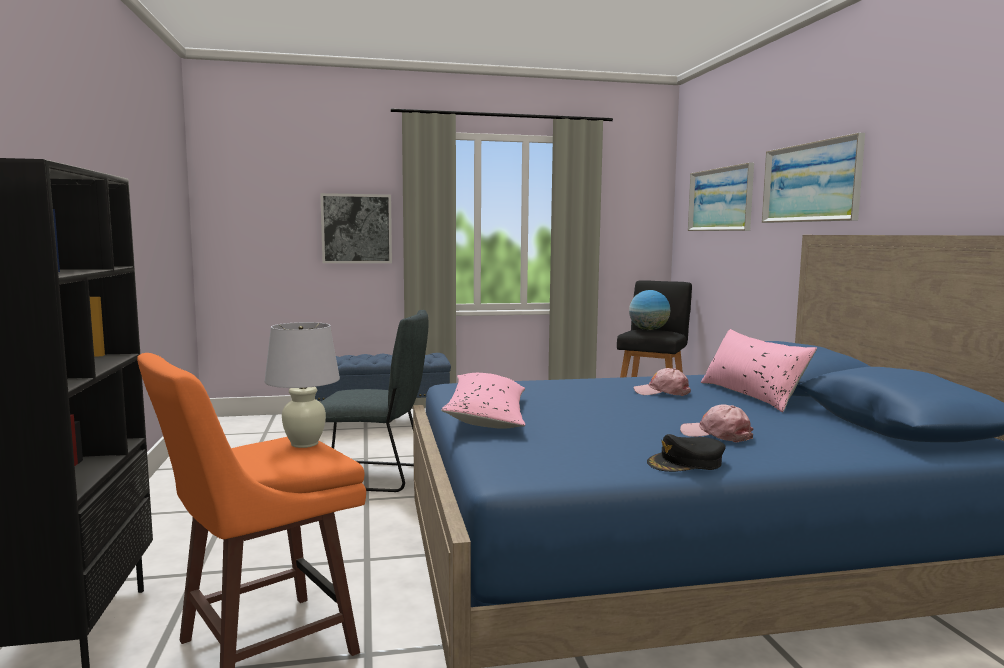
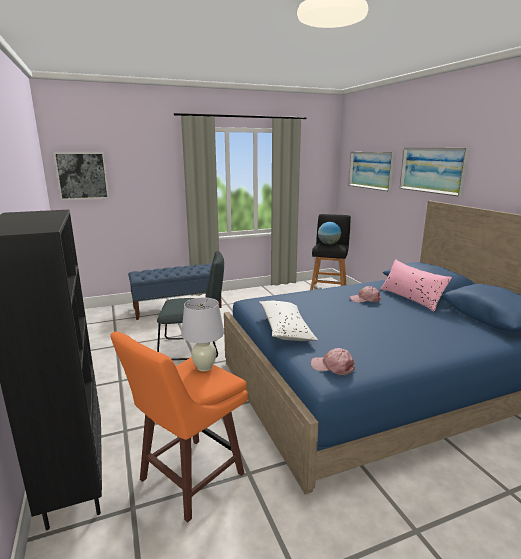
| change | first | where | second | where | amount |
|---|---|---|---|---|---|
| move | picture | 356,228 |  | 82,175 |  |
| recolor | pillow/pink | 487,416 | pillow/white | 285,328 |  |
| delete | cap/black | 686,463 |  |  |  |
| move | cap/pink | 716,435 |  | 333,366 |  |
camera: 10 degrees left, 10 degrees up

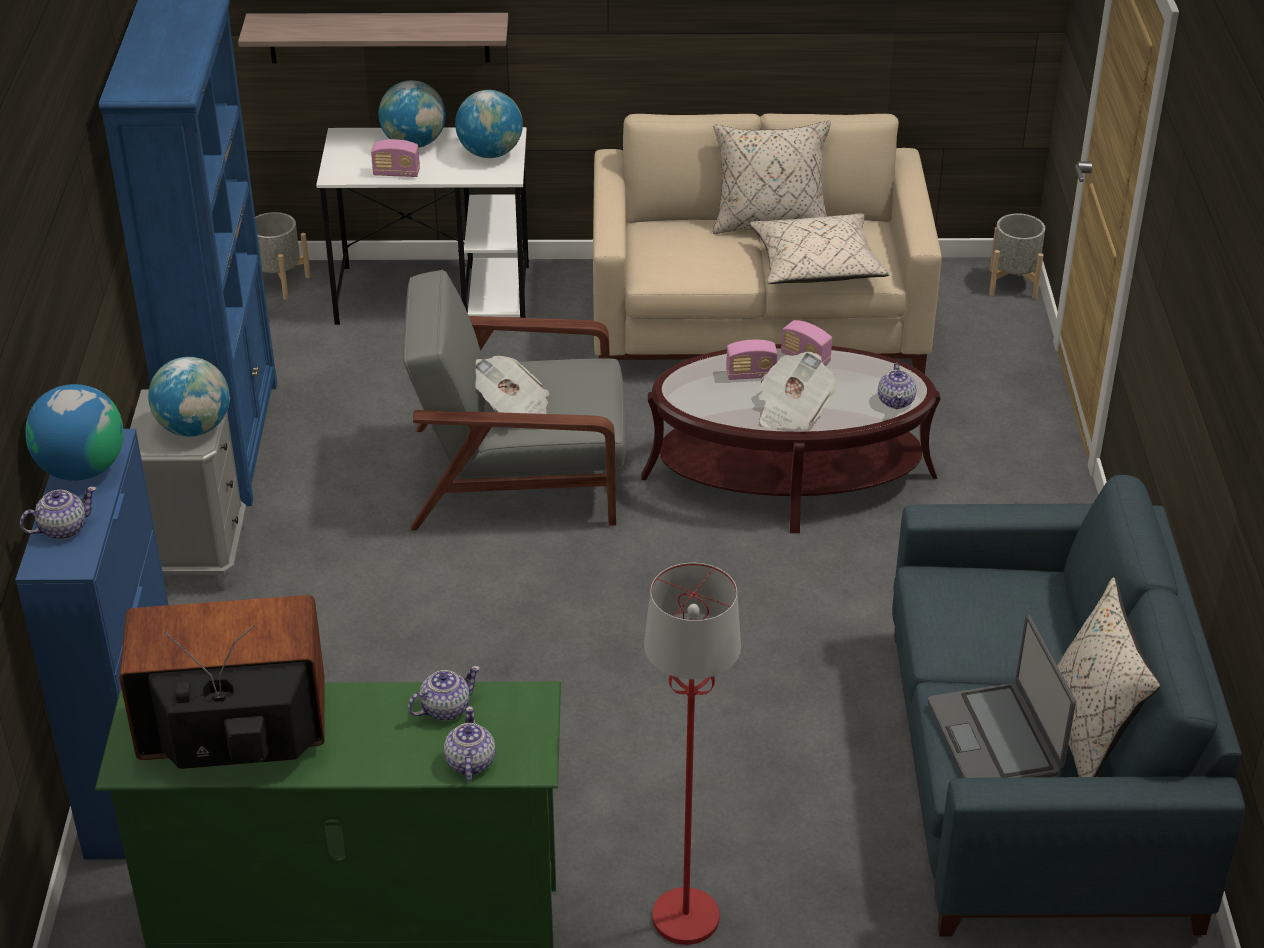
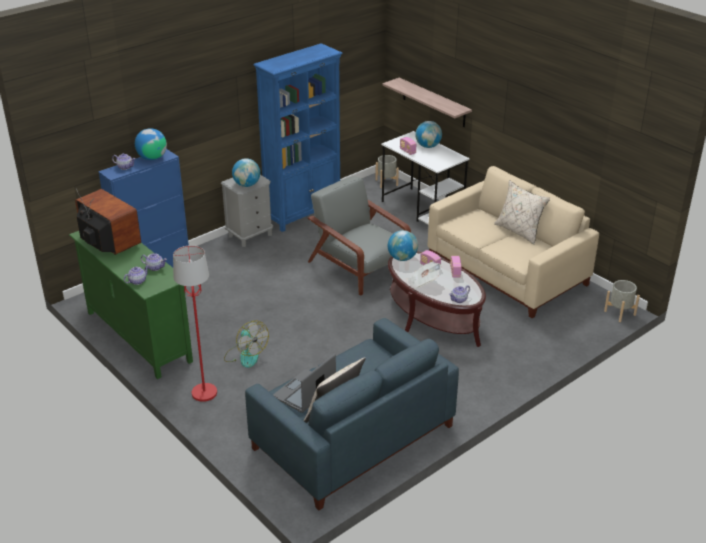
| change | first | where | second | where | amount |
|---|---|---|---|---|---|
| move | globe | 490,153 |  | 402,258 |  |
| delete | newspaper | 513,407 |  |  |  |
| delete | pillow/beige | 816,265 |  |  |  |
| insert |  |  | fan | 245,355 |  |
camera: 50 degrees right, 5 degrees down

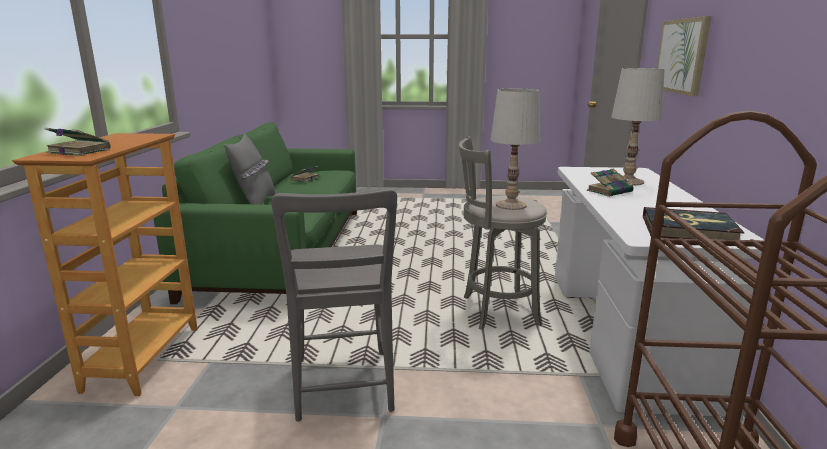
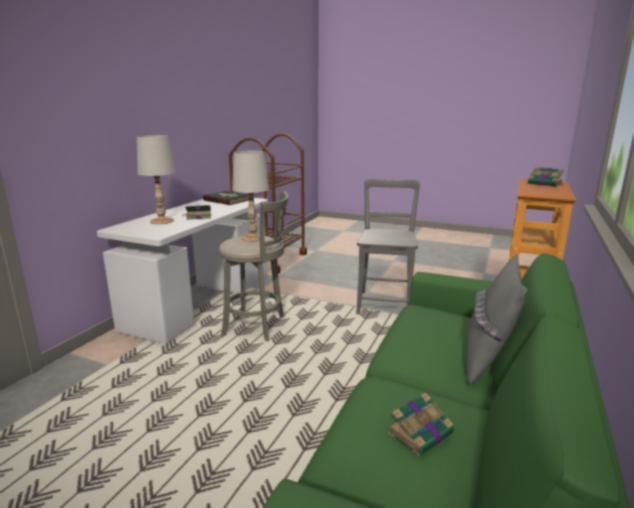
| change | first | where | second | where | amount |
|---|---|---|---|---|---|
| delete | picture | 682,56 |  |  |  |
camera: 160 degrees left, 0 degrees up

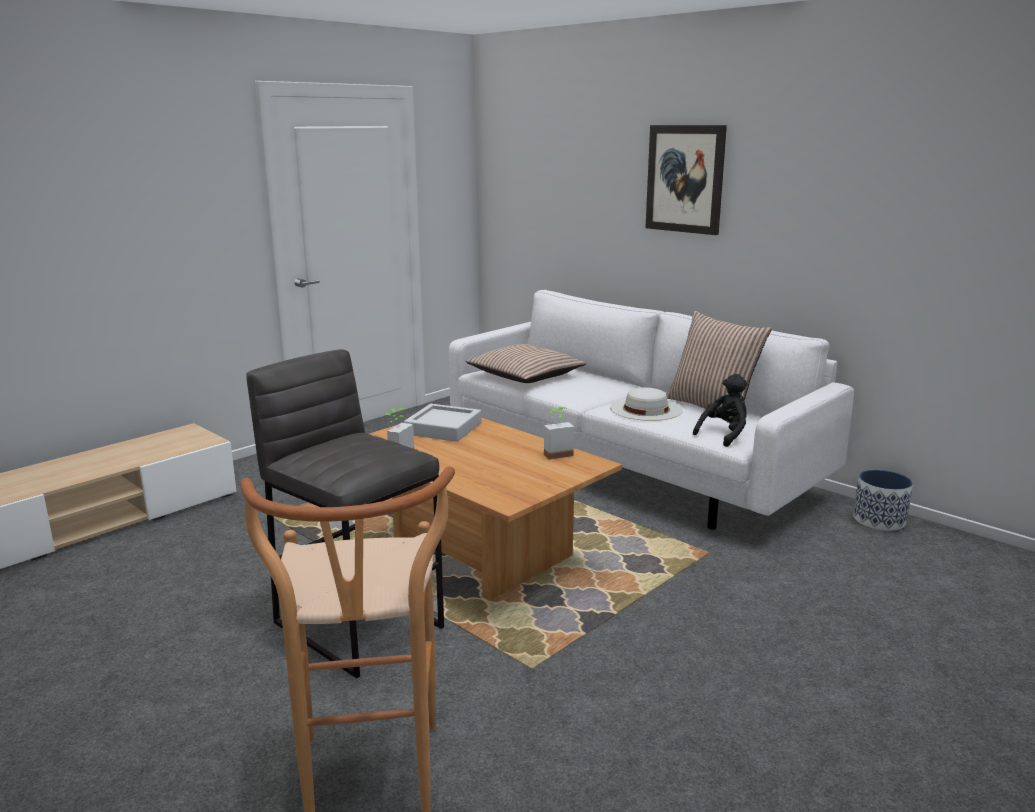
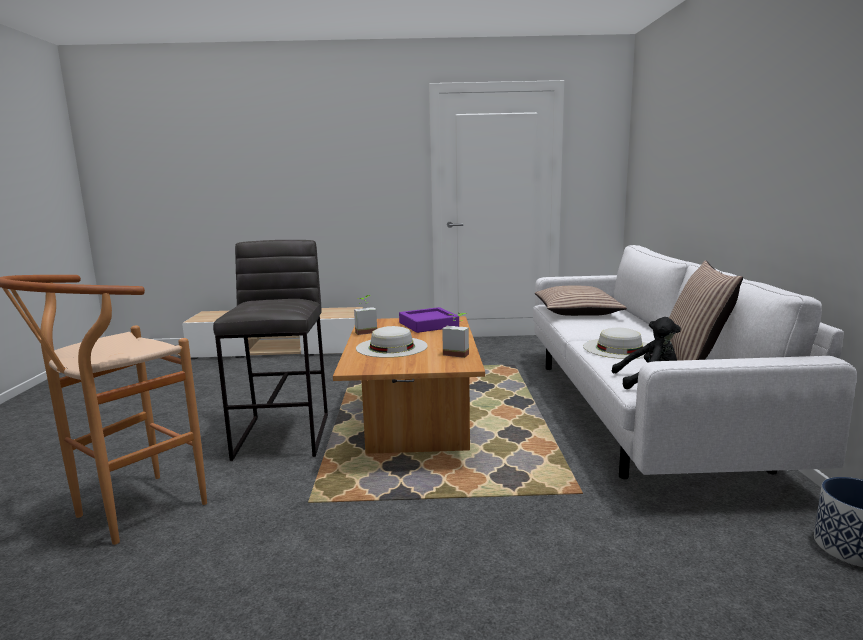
| change | first | where | second | where | amount |
|---|---|---|---|---|---|
| recolor | tray/grey | 443,428 | tray/purple | 428,325 |  |
| delete | picture | 685,179 |  |  |  |
| insert |  |  | hat/white | 391,347 |  |
camera: 45 degrees right, 5 degrees down

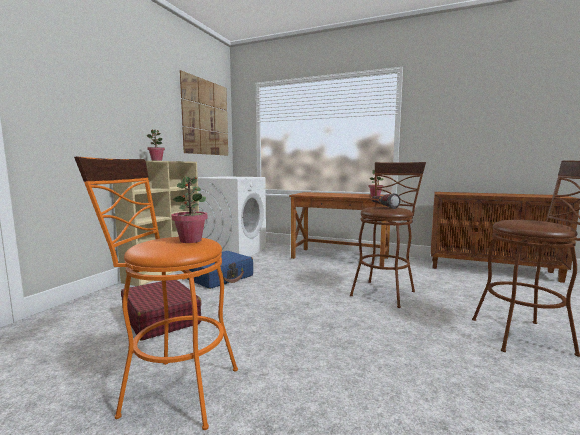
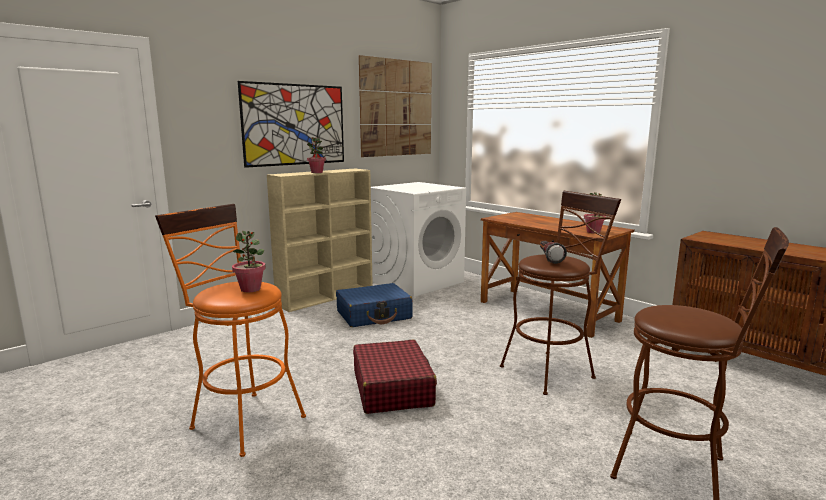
| change | first | where | second | where | amount |
|---|---|---|---|---|---|
| move | suitcase/red | 161,318 |  | 392,388 |  |
| insert |  |  | picture | 295,124 |  |
camera: 25 degrees right, 5 degrees up

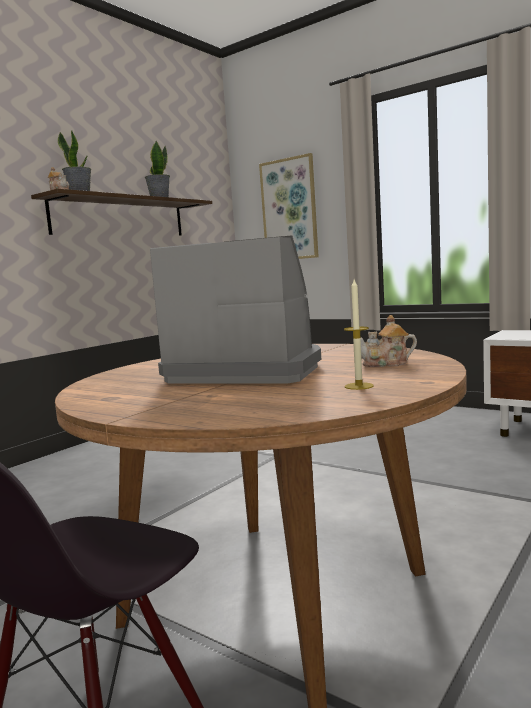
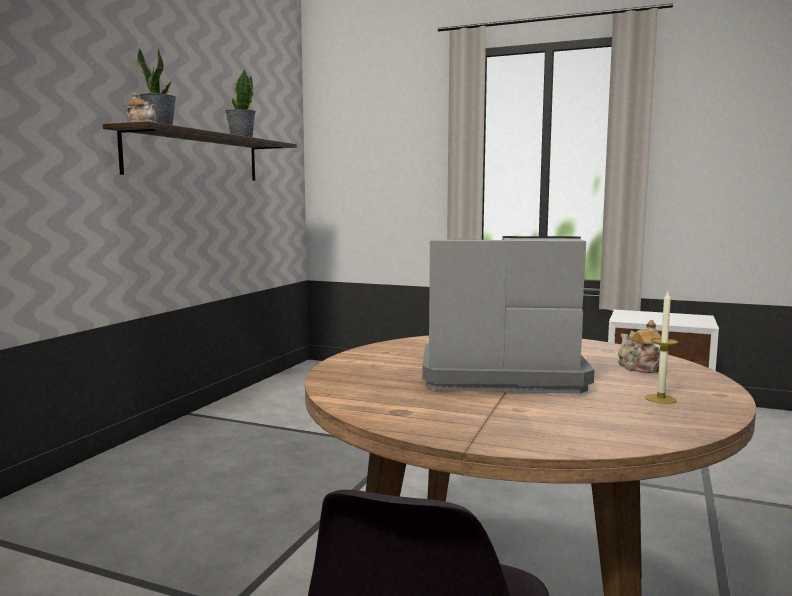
| change | first | where | second | where | amount |
|---|---|---|---|---|---|
| delete | picture | 289,209 |  |  |  |
| rotate | teapot | 386,364 |  | 638,368 | 90 degrees clockwise |
camera: 15 degrees left, 0 degrees up

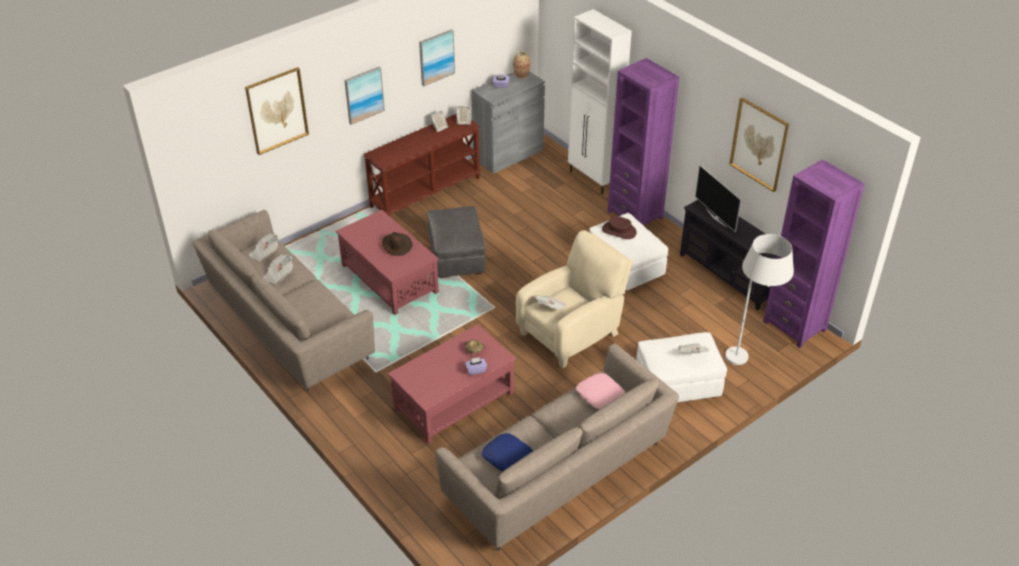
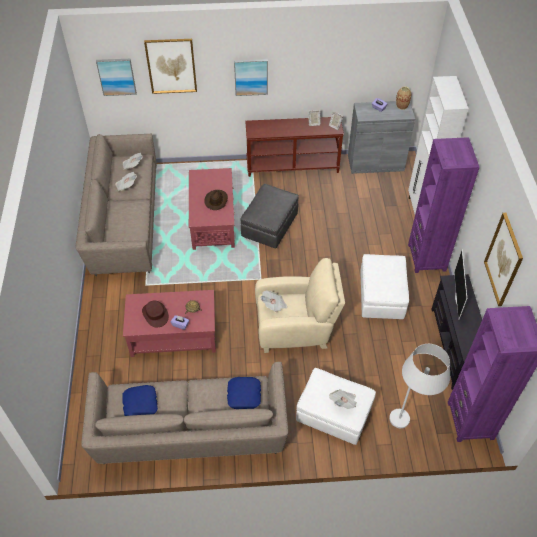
| change | first | where | second | where | amount |
|---|---|---|---|---|---|
| move | picture | 436,57 |  | 116,76 |  |
| recolor | pillow/pink | 599,395 | pillow/blue | 243,395 |  |
| move | hat/brown | 619,231 |  | 155,314 |  |
camera: 35 degrees right, 10 degrees up

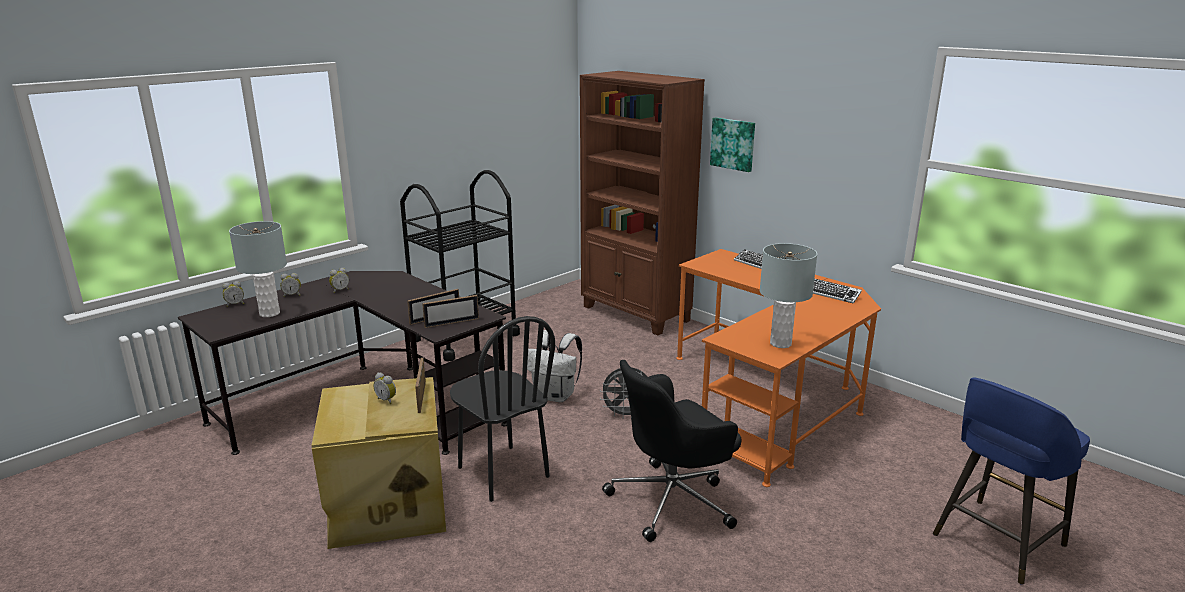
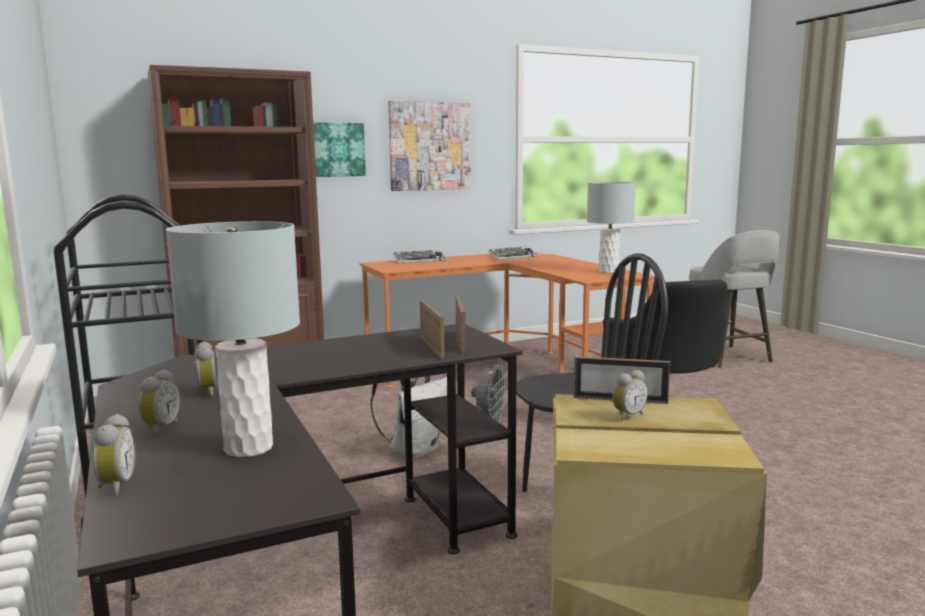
| change | first | where | second | where | amount |
|---|---|---|---|---|---|
| recolor | stool/blue | 996,541 | stool/grey | 727,357 |  |
| insert |  |  | picture | 429,146 |  |
camera: 70 degrees left, 10 degrees down

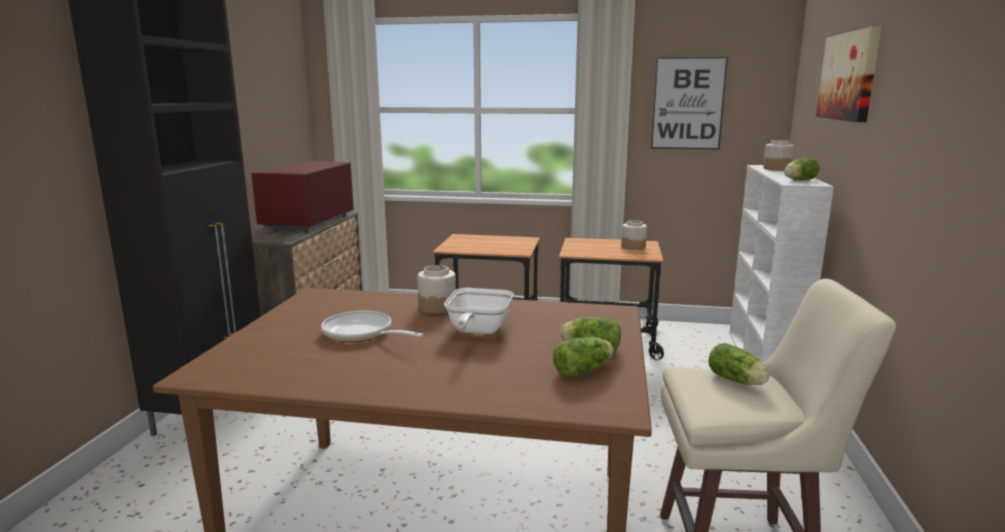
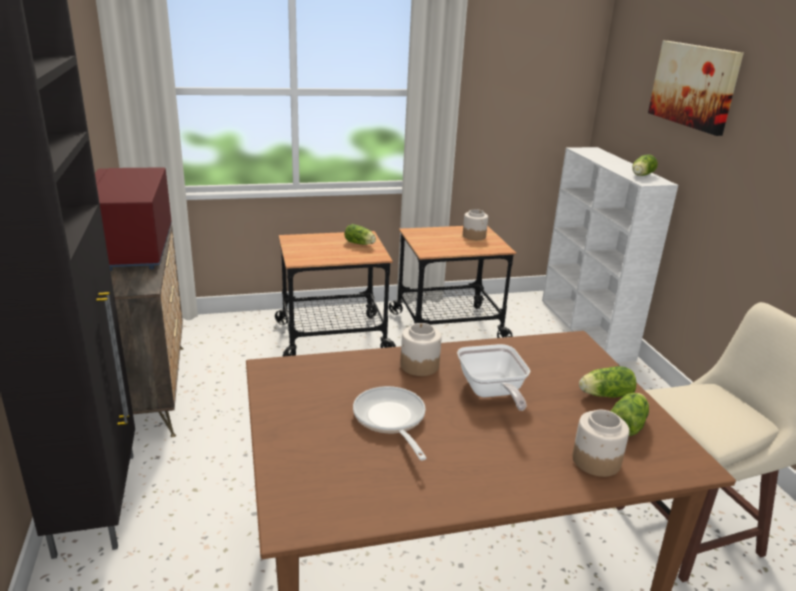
| change | first | where | second | where | amount |
|---|---|---|---|---|---|
| rotate | frying pan | 362,334 |  | 390,420 | 60 degrees clockwise |
| delete | picture | 688,103 |  |  |  |
| move | lettuce | 737,381 |  | 360,244 |  |
| move | jar | 776,169 |  | 595,461 |  |
camera: 25 degrees left, 10 degrees up

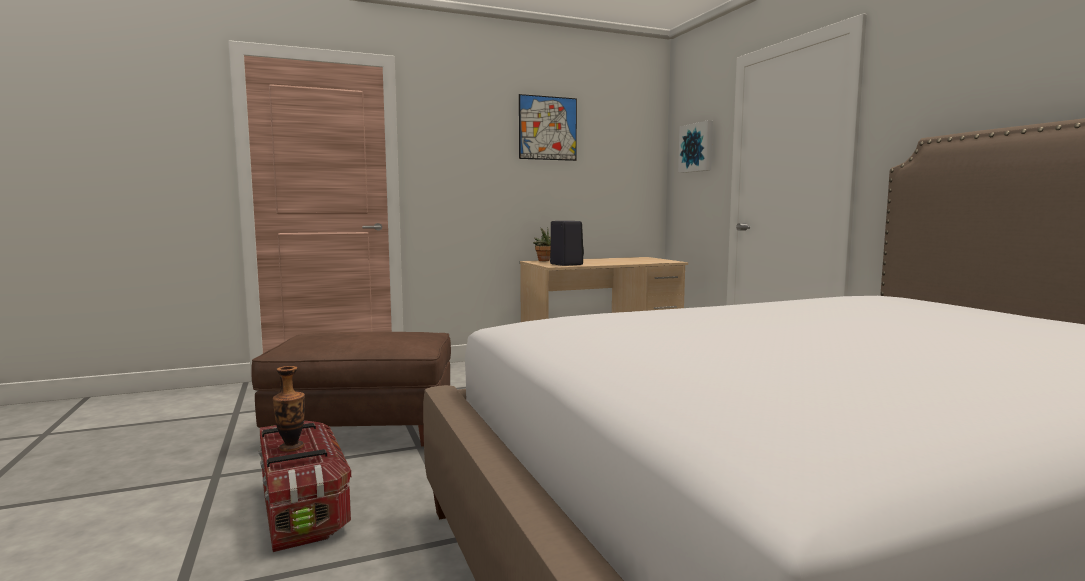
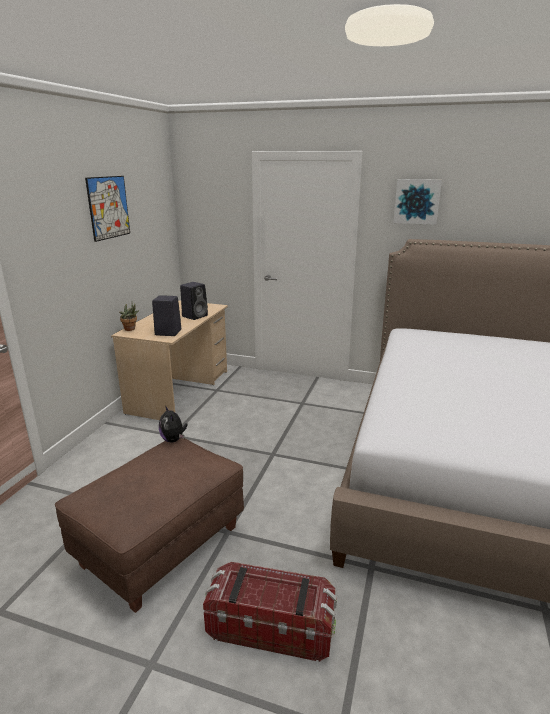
| change | first | where | second | where | amount |
|---|---|---|---|---|---|
| delete | vase | 291,447 |  |  |  |
| move | picture | 697,147 |  | 417,201 |  |
| insert |  |  | plush toy | 173,440 |  |
| insert |  |  | speaker/black | 195,316 |  |
camera: 50 degrees left, 15 degrees up

